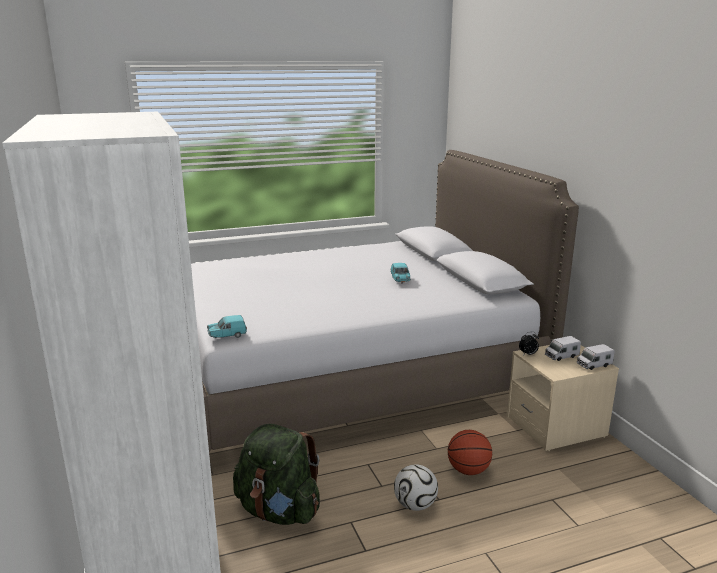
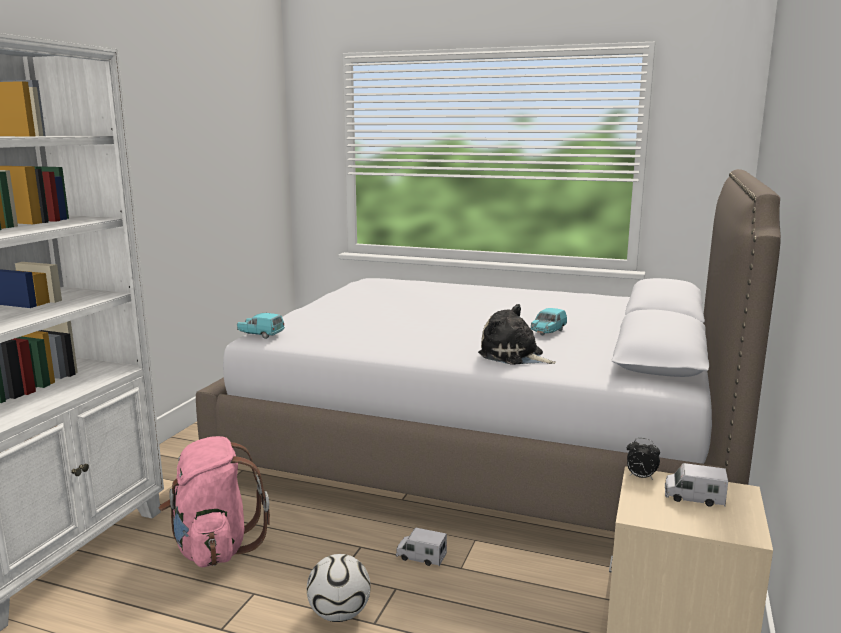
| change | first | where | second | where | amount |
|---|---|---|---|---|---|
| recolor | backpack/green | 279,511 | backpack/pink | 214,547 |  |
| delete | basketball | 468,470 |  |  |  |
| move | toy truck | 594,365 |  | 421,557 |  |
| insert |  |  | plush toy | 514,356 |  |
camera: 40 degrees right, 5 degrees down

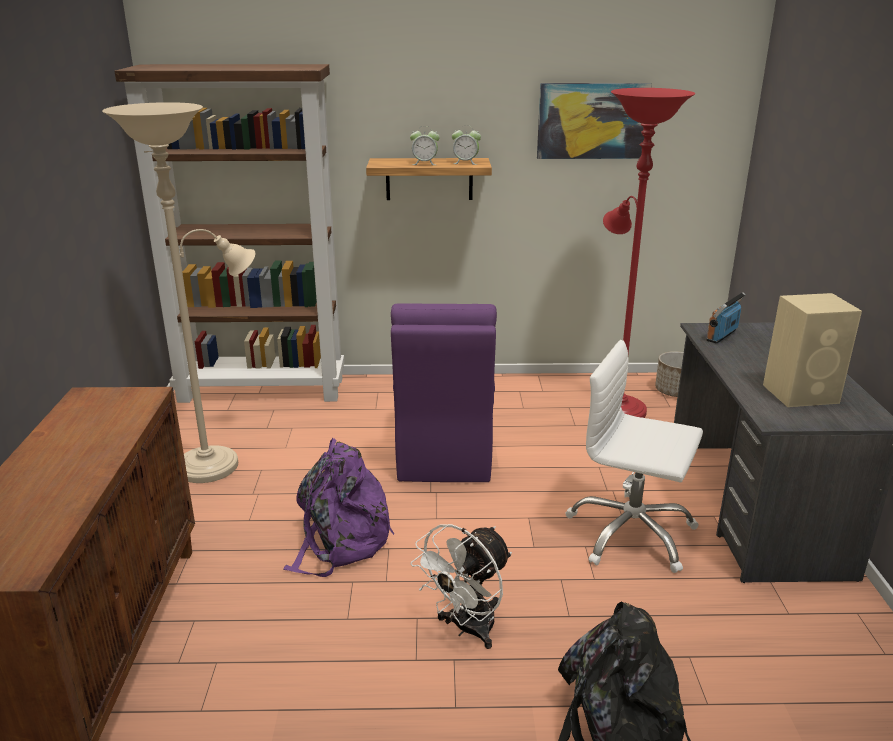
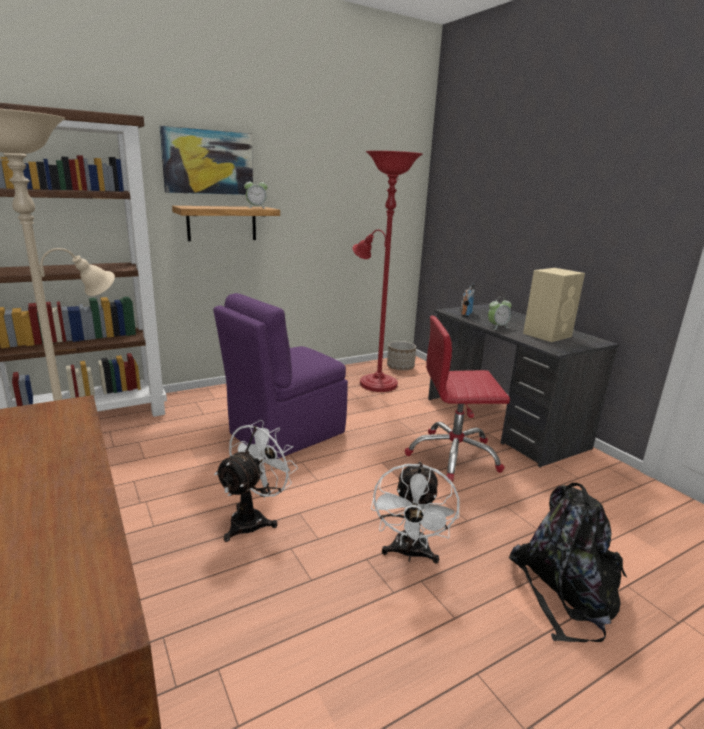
| change | first | where | second | where | amount |
|---|---|---|---|---|---|
| replace | backpack/purple | 340,541 | fan/white | 254,519 |  |
| rotate | chair/purple | 444,453 |  | 284,434 | 75 degrees clockwise |
| move | alarm clock | 424,163 |  | 497,327 |  |
| move | picture | 592,121 |  | 208,162 |  |
| recolor | office chair/white | 630,533 | office chair/red | 453,455 |  |
camera: 30 degrees left, 5 degrees down

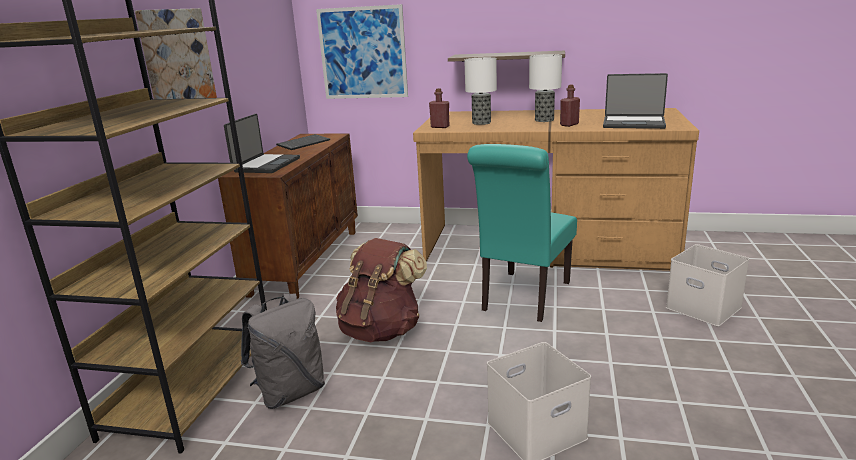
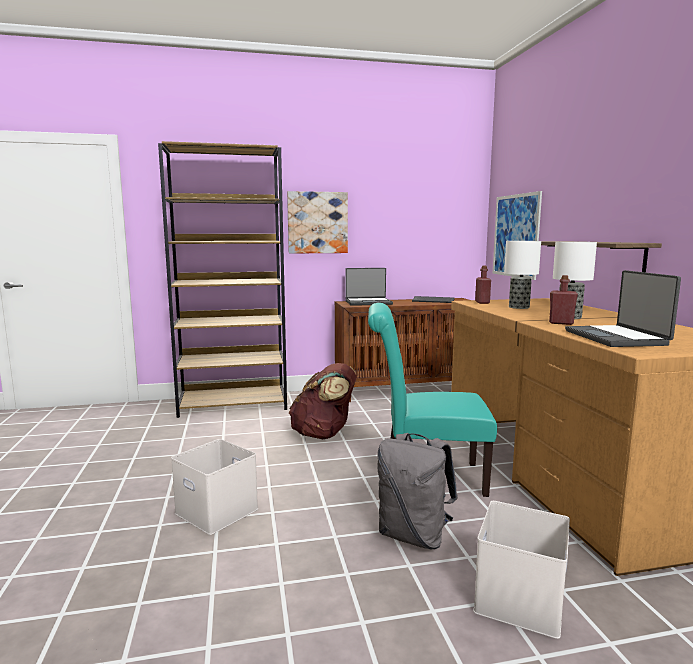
| change | first | where | second | where | amount |
|---|---|---|---|---|---|
| move | backpack/grey | 290,392 |  | 414,536 |  |
camera: 65 degrees right, 10 degrees down

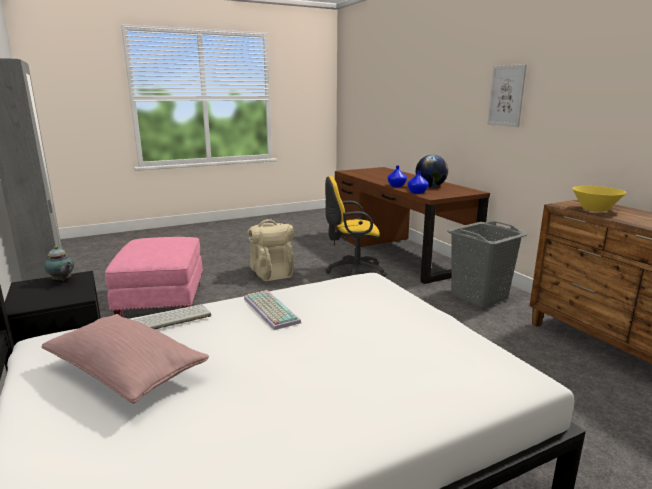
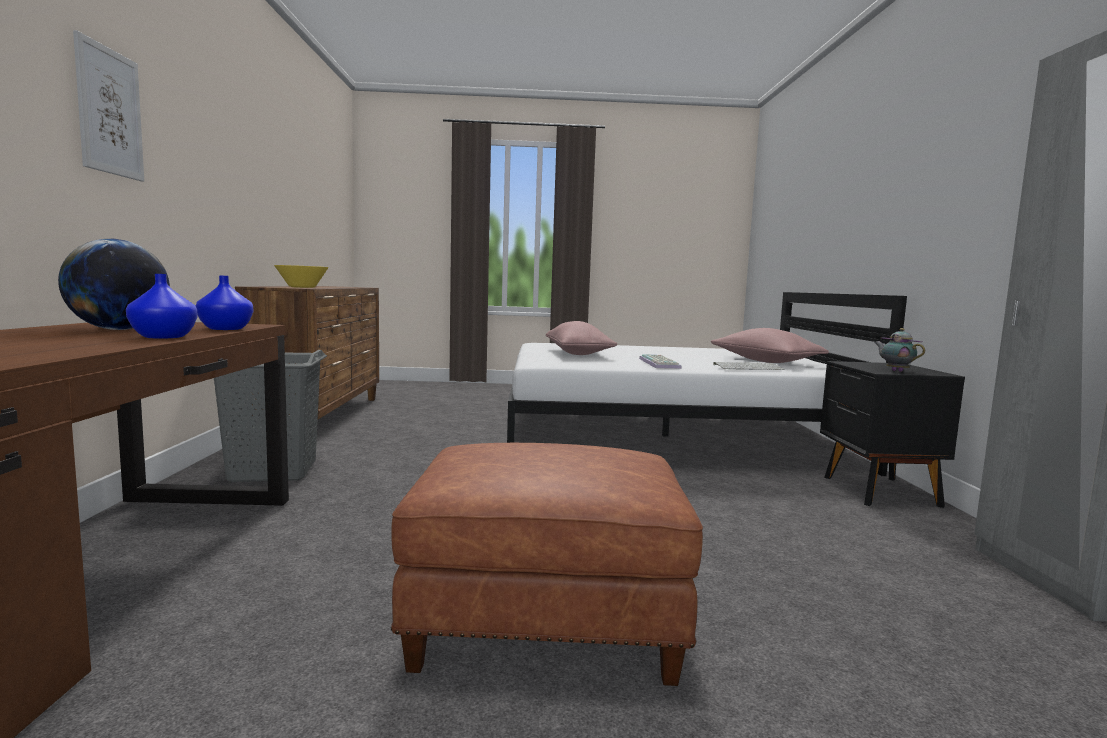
| change | first | where | second | where | amount |
|---|---|---|---|---|---|
| delete | ottoman/pink | 161,302 |  |  |  |
| replace | backpack/beige | 271,273 | ottoman/brown | 548,620 |  |
| delete | office chair/yellow | 352,272 |  |  |  |
| insert |  |  | pillow/pink | 578,354 |  |
camera: 155 degrees left, 10 degrees down

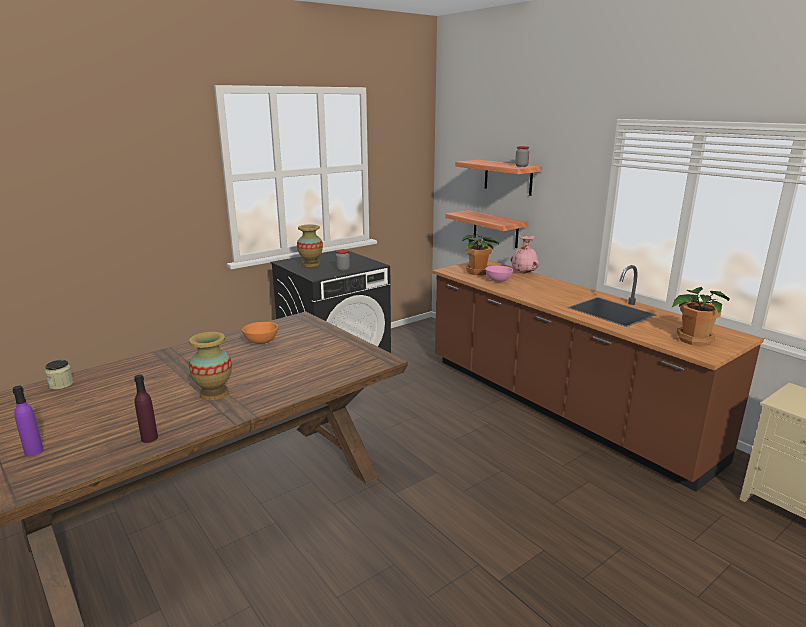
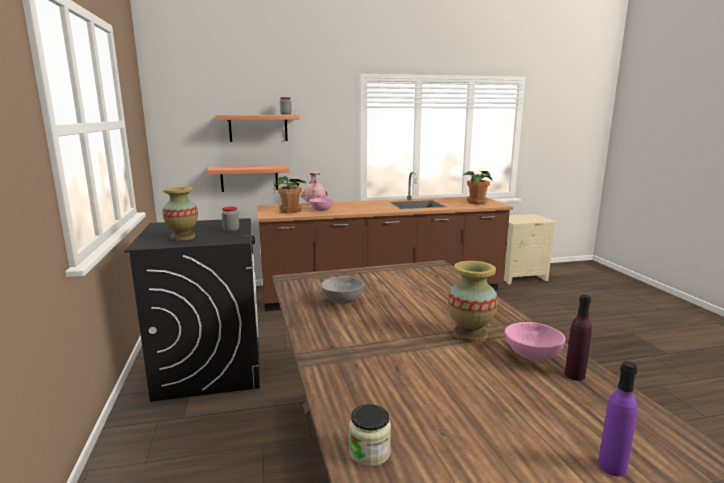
| change | first | where | second | where | amount |
|---|---|---|---|---|---|
| recolor | bowl/orange | 260,342 | bowl/grey | 342,302 |  |
| insert |  |  | bowl/pink | 531,357 |  |
camera: 65 degrees left, 5 degrees down

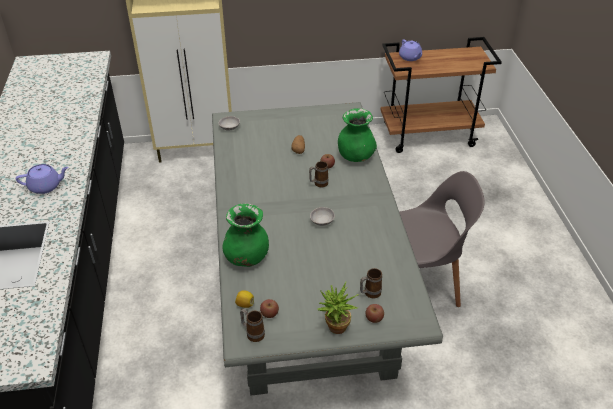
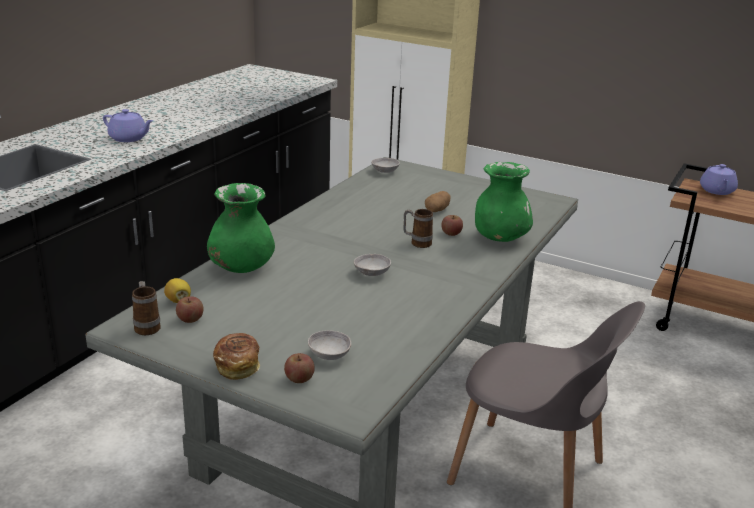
| change | first | where | second | where | amount |
|---|---|---|---|---|---|
| replace | potted plant | 335,329 | bread | 238,366 |  |
| replace | mug | 369,294 | bowl/grey | 329,355 |  |
camera: 35 degrees right, 15 degrees down

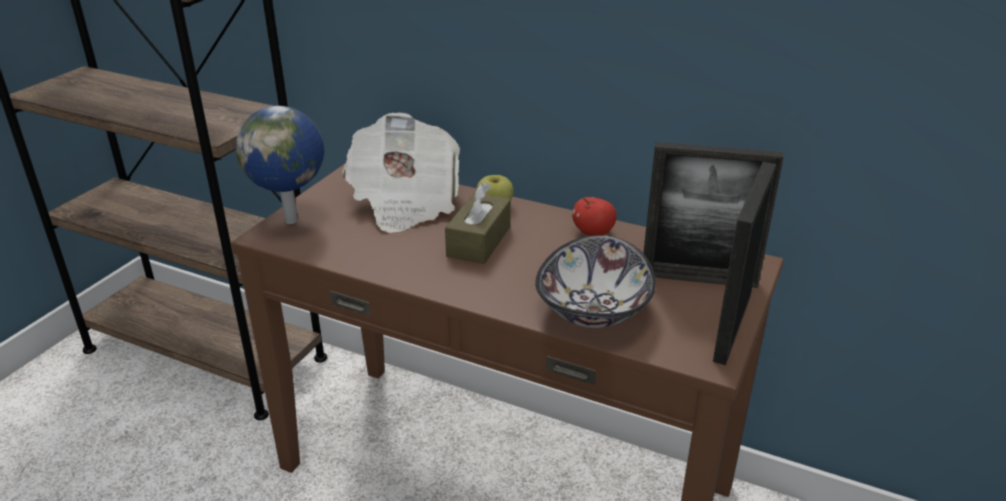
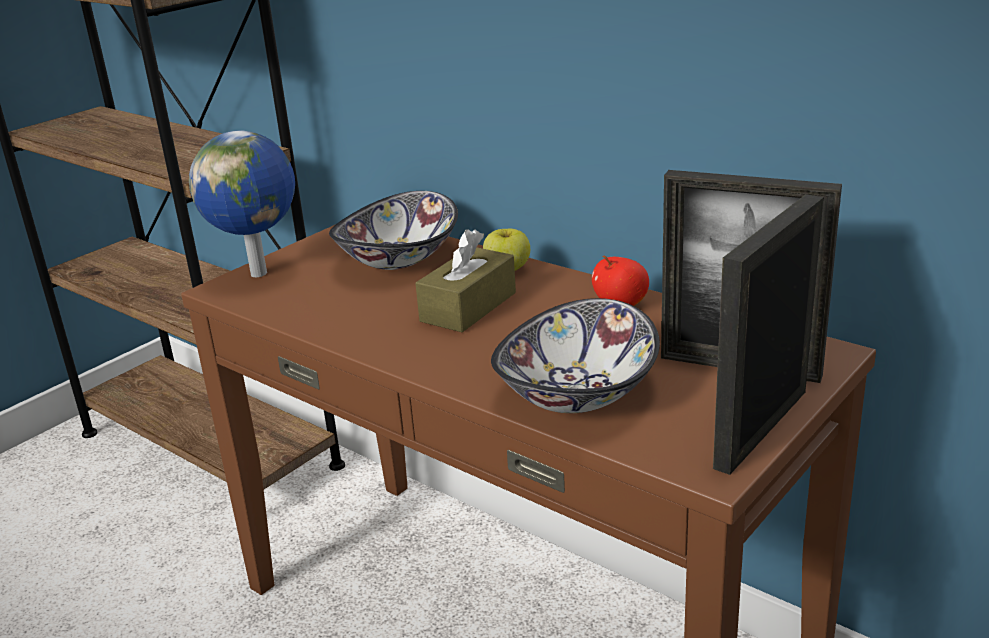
| change | first | where | second | where | amount |
|---|---|---|---|---|---|
| replace | newspaper | 404,201 | bowl | 400,259 |  |
camera: 15 degrees right, 5 degrees down

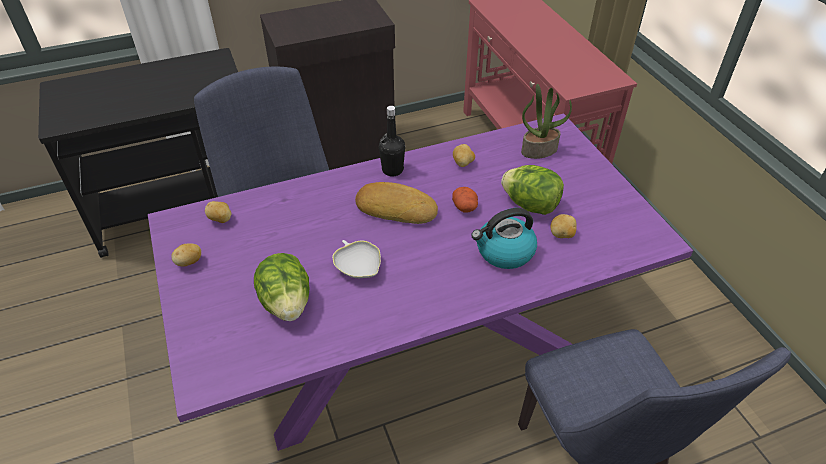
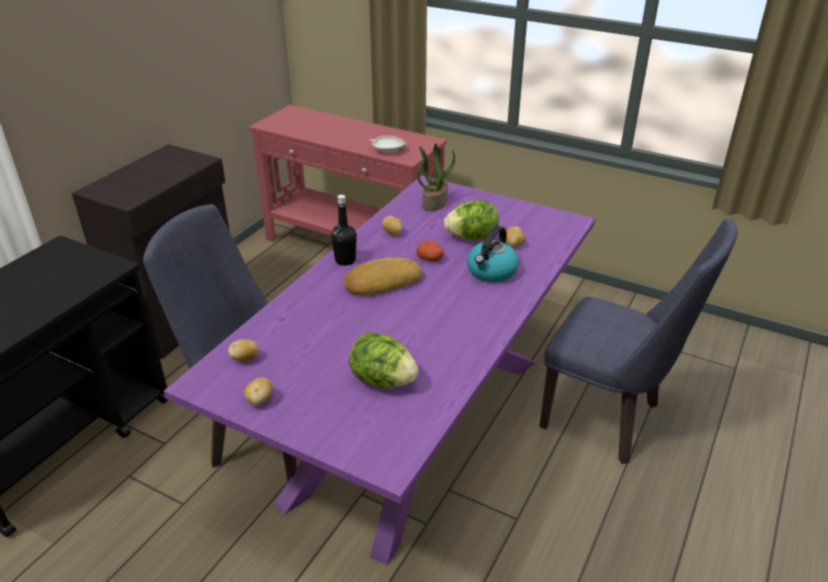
| change | first | where | second | where | amount |
|---|---|---|---|---|---|
| move | bowl/white | 358,267 |  | 387,150 |  |
camera: 40 degrees left, 10 degrees down

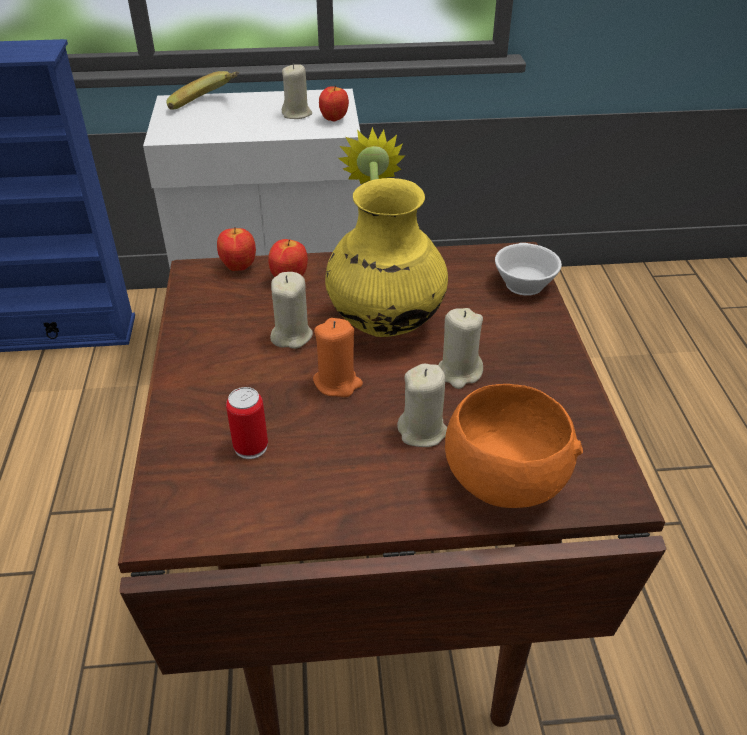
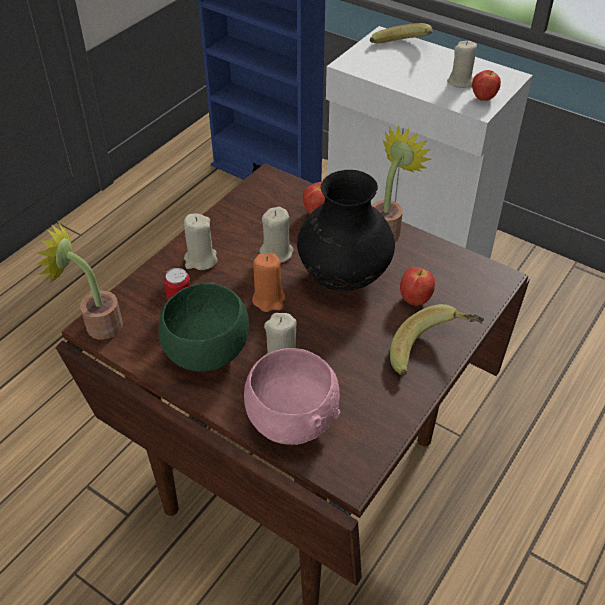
| change | first | where | second | where | amount |
|---|---|---|---|---|---|
| move | apple | 238,267 |  | 414,299 |  |
| recolor | vase/yellow | 385,322 | vase/black | 343,276 |  |
| move | candle/beige | 459,372 |  | 200,260 |  |
| recolor | bowl/orange | 501,481 | bowl/pink | 291,419 |  |
| delete | cup/white | 521,283 |  |  |  |
| insert |  |  | potted plant | 97,324 |  |
| insert |  |  | bowl/green | 206,354 |  |
| insert |  |  | banana | 433,354 |  |
camera: 40 degrees right, 5 degrees up

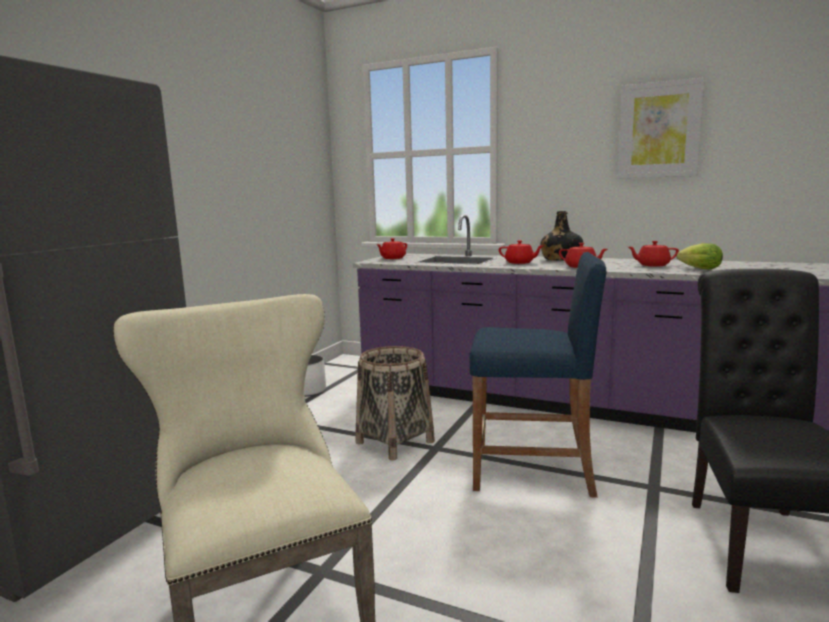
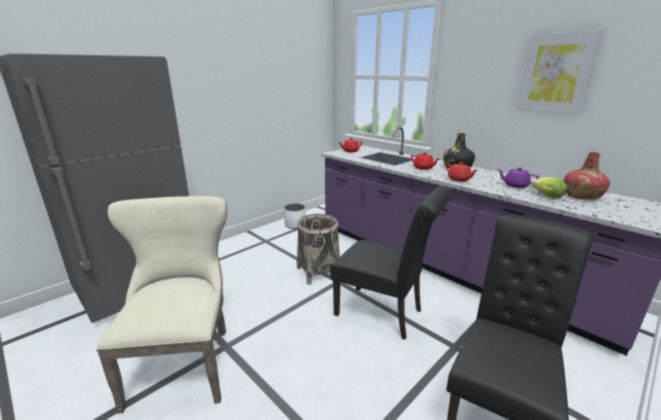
| change | first | where | second | where | amount |
|---|---|---|---|---|---|
| replace | stool/blue | 532,472 | chair/black | 383,313 |  |
| recolor | teapot/red | 652,265 | teapot/purple | 515,185 |  |
| insert |  |  | bottle/red | 581,195 |  |
camera: 20 degrees right, 10 degrees up

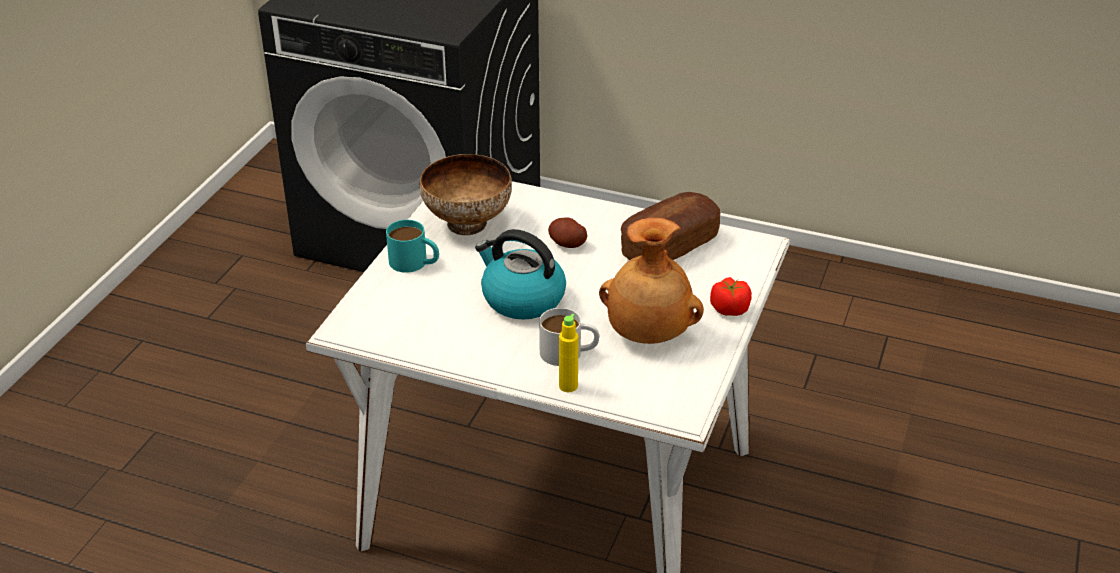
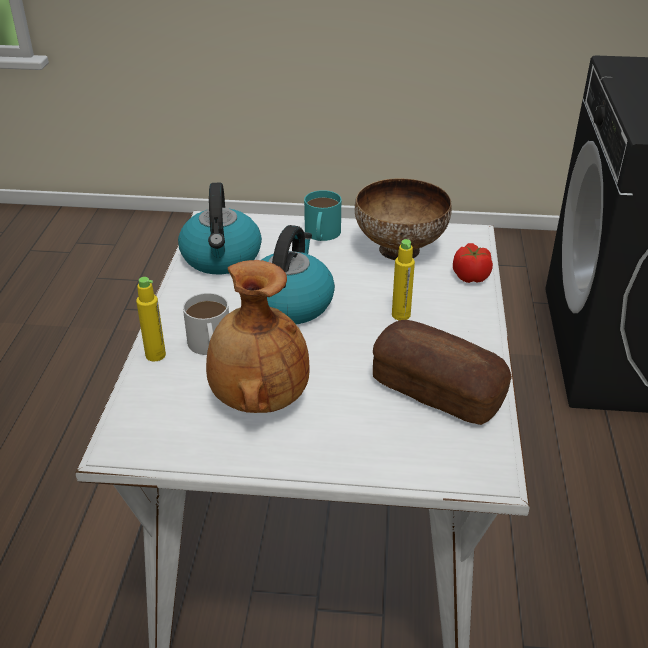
| change | first | where | second | where | amount |
|---|---|---|---|---|---|
| replace | potato | 567,243 | bottle/yellow | 401,315 |  |
| move | tomato | 729,309 |  | 471,276 |  |
| insert |  |  | kettle | 222,258 |  |
camera: 75 degrees right, 0 degrees up

